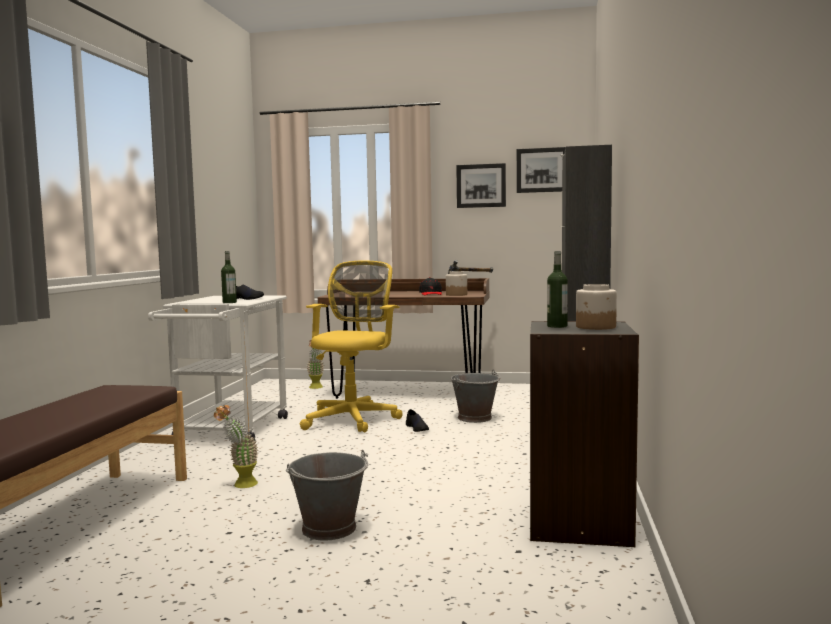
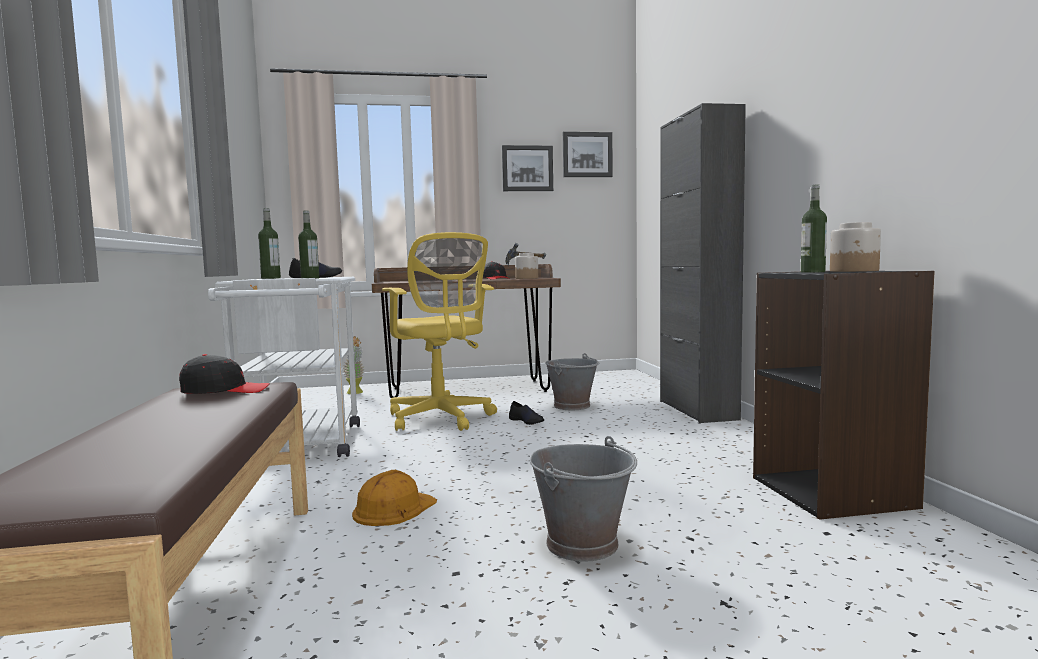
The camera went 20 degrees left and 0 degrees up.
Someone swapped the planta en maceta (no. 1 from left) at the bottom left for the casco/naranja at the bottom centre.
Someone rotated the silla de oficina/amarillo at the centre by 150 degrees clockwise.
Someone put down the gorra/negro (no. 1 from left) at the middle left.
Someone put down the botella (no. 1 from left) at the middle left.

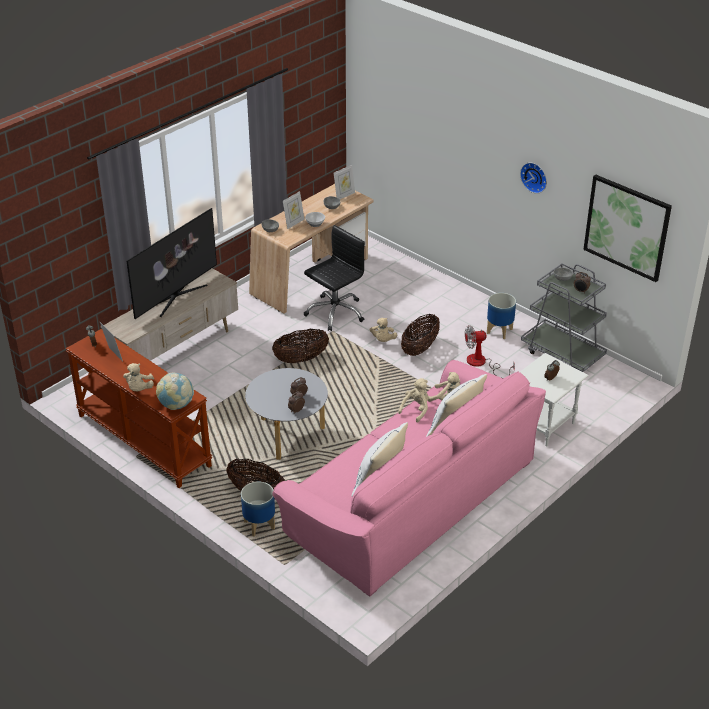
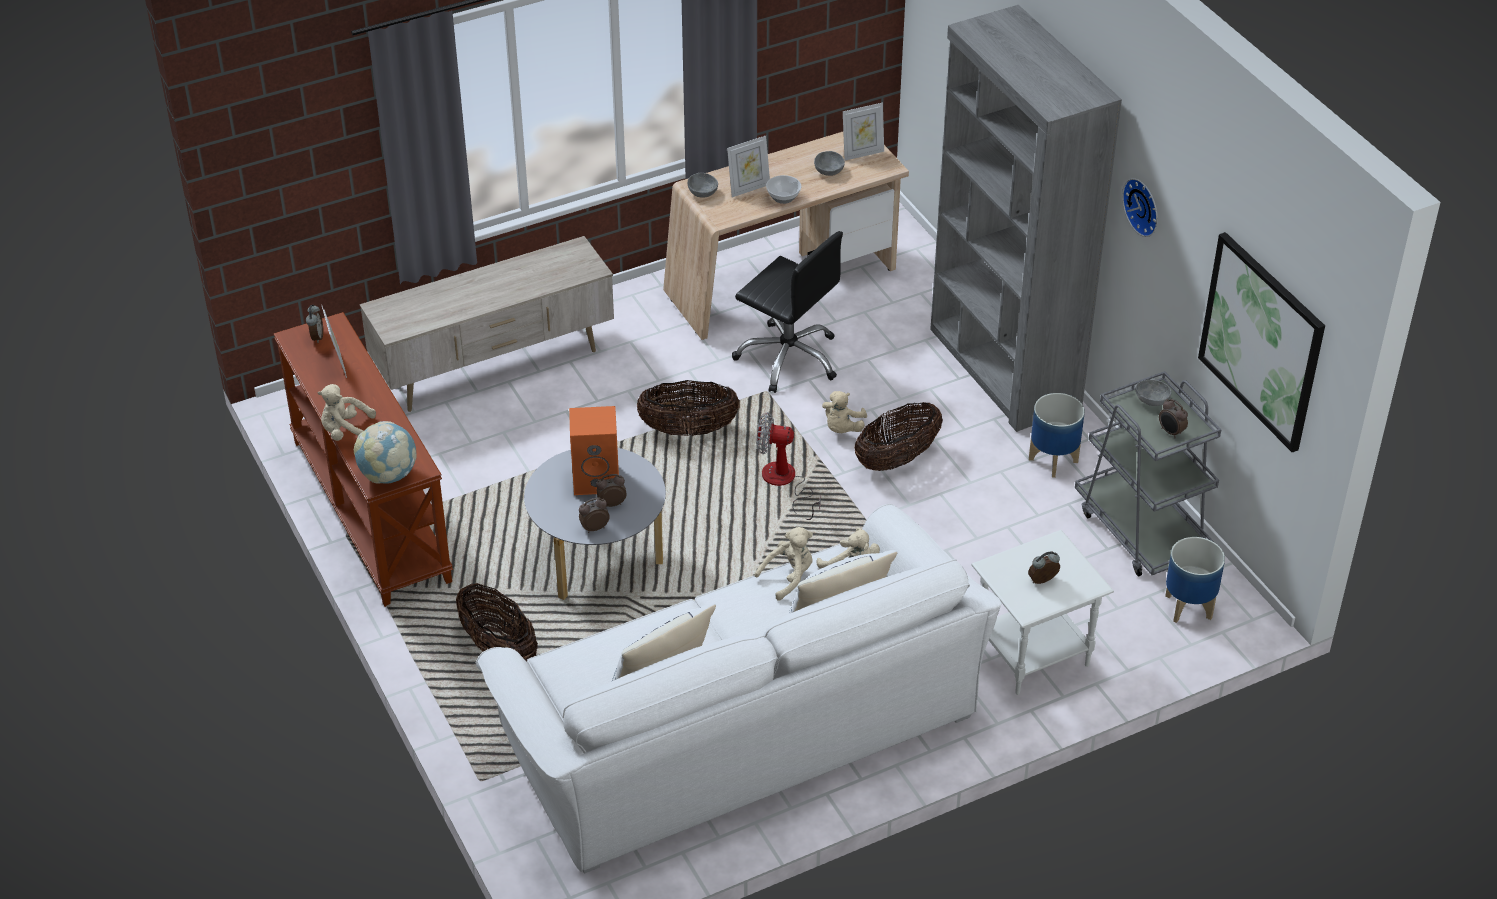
The camera went 20 degrees right and 5 degrees up.
Someone rotated the peluche/beis (no. 1 from left) at the middle left by 60 degrees clockwise.
Someone took away the televisor at the middle left.
Someone carried the maceta (no. 1 from left in the first image) from the bottom centre to the middle right.
Someone repainted the sofá/rosa at the bottom centre, which became the sofá/blanco at the bottom centre.
Someone rotated the silla de oficina/negro at the centre by 60 degrees clockwise.
Someone carried the ventilador from the middle right to the centre.
Someone put down the altavoz/naranja at the centre.
Someone put down the estantería/gris at the top right.

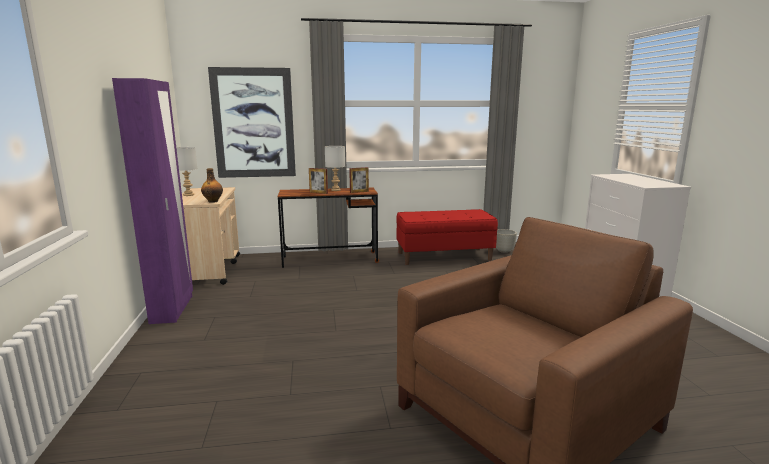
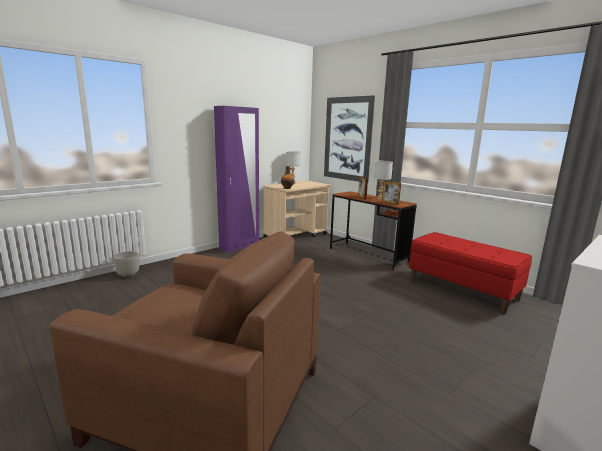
The camera went 55 degrees right and 0 degrees up.
Someone carried the maceta/gris from the centre to the middle left.

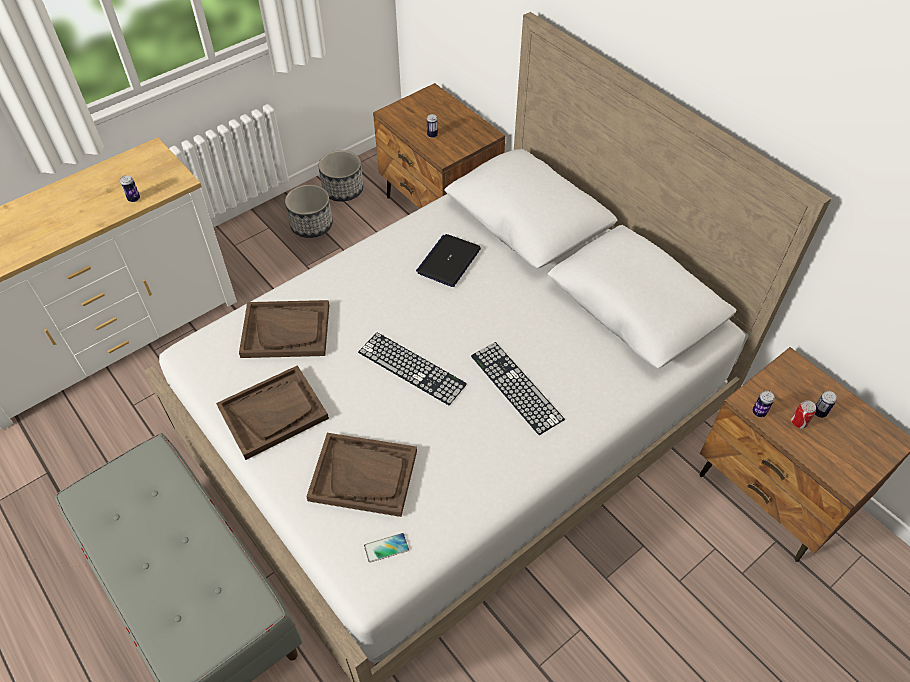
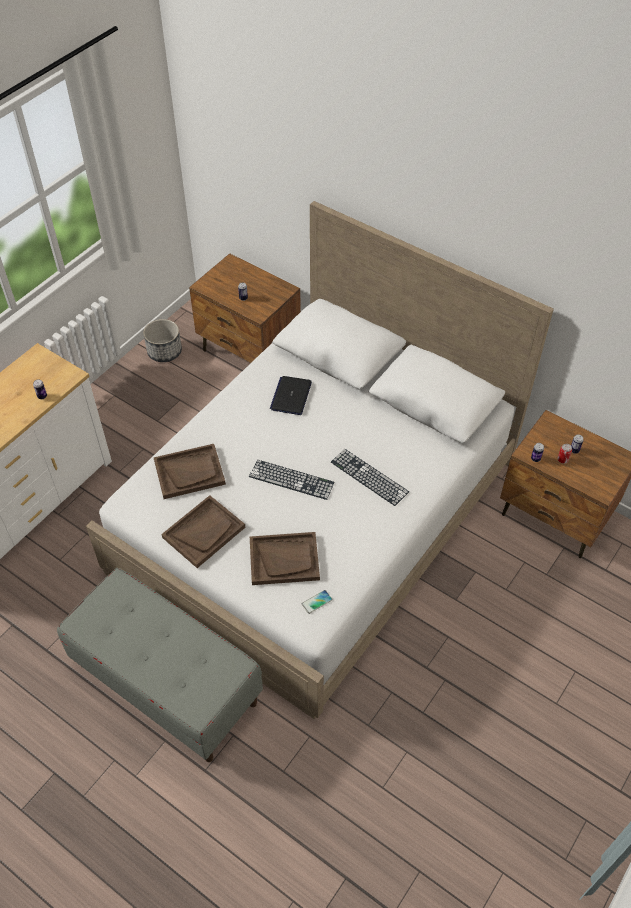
The camera went 15 degrees left and 0 degrees up.
Someone took away the maceta (no. 1 from left) at the top centre.

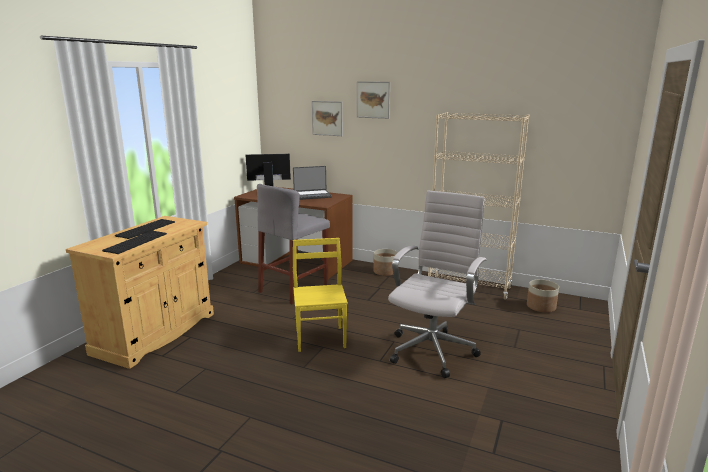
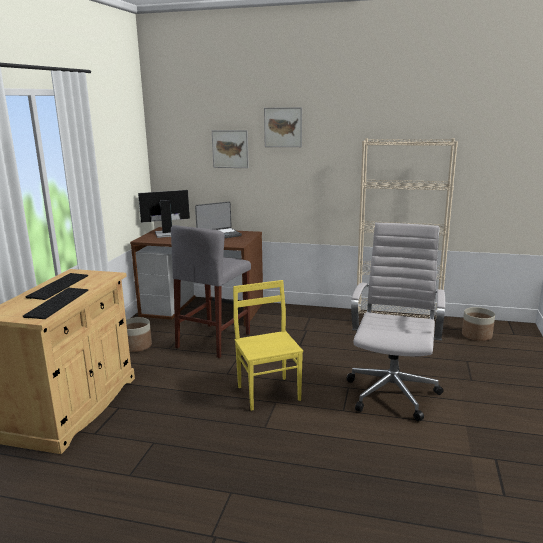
The camera went 10 degrees left and 0 degrees up.
Someone carried the maceta (no. 1 from left) from the centre to the middle left.

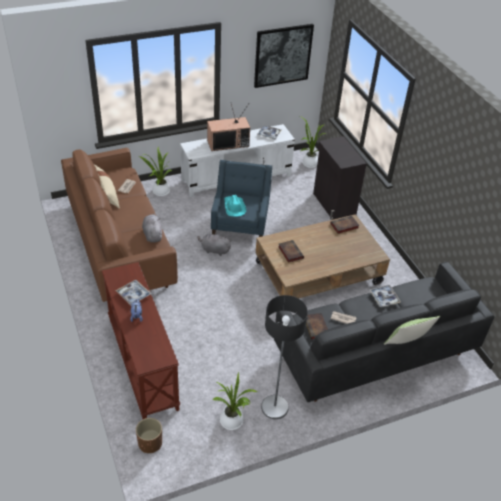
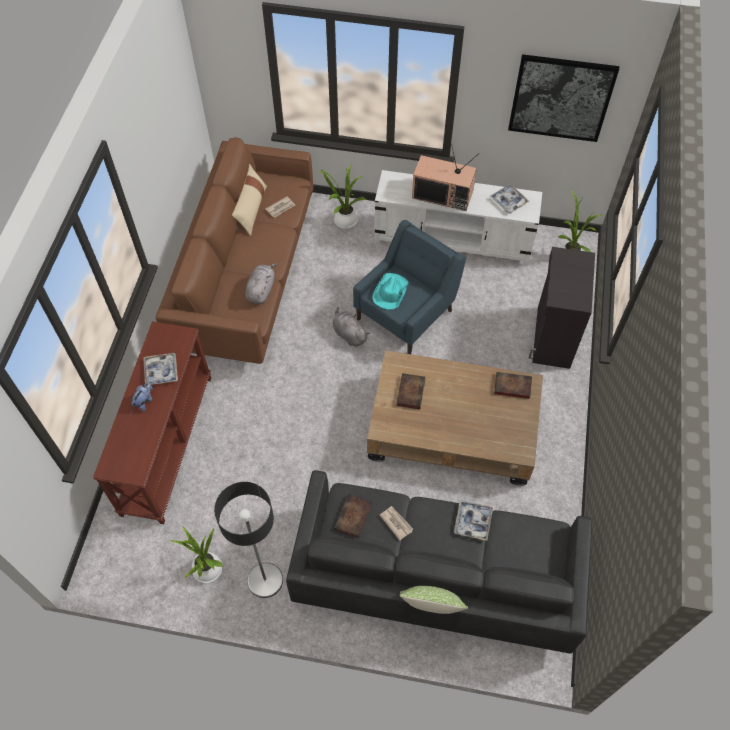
The camera went 35 degrees right and 15 degrees up.
Someone took away the maceta/marrón at the bottom left.

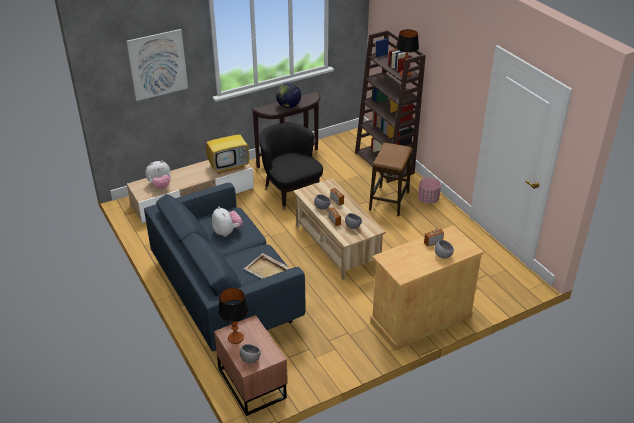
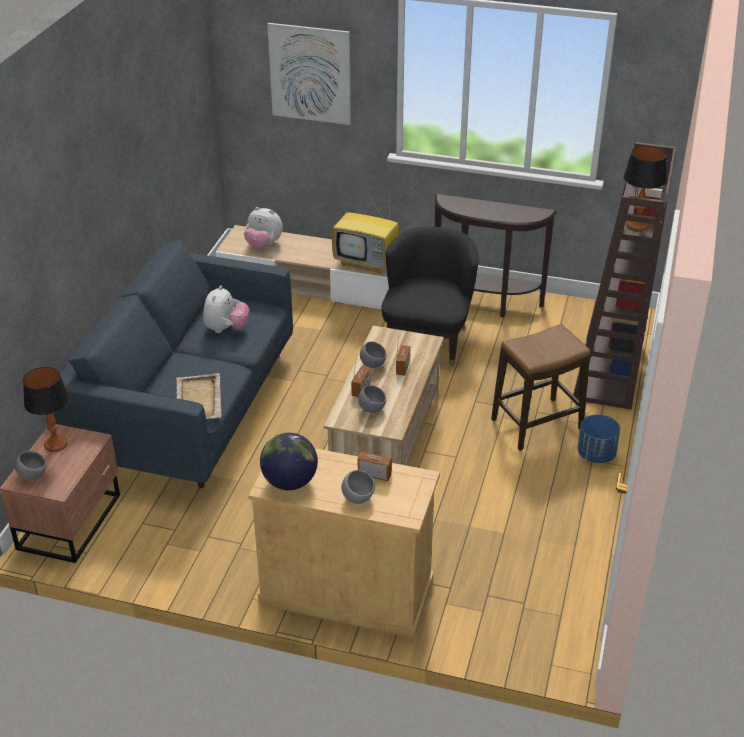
The camera went 45 degrees right and 0 degrees up.
Someone carried the globo terráqueo from the top centre to the centre.
Someone repainted the maceta/rosa at the middle right, which became the maceta/azul at the middle right.

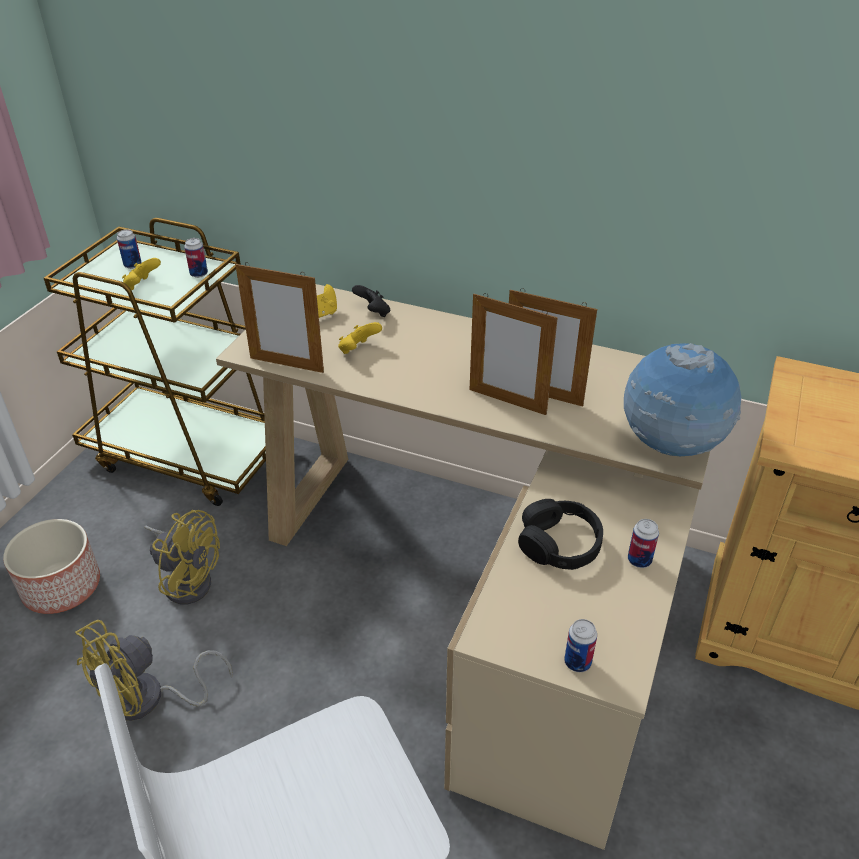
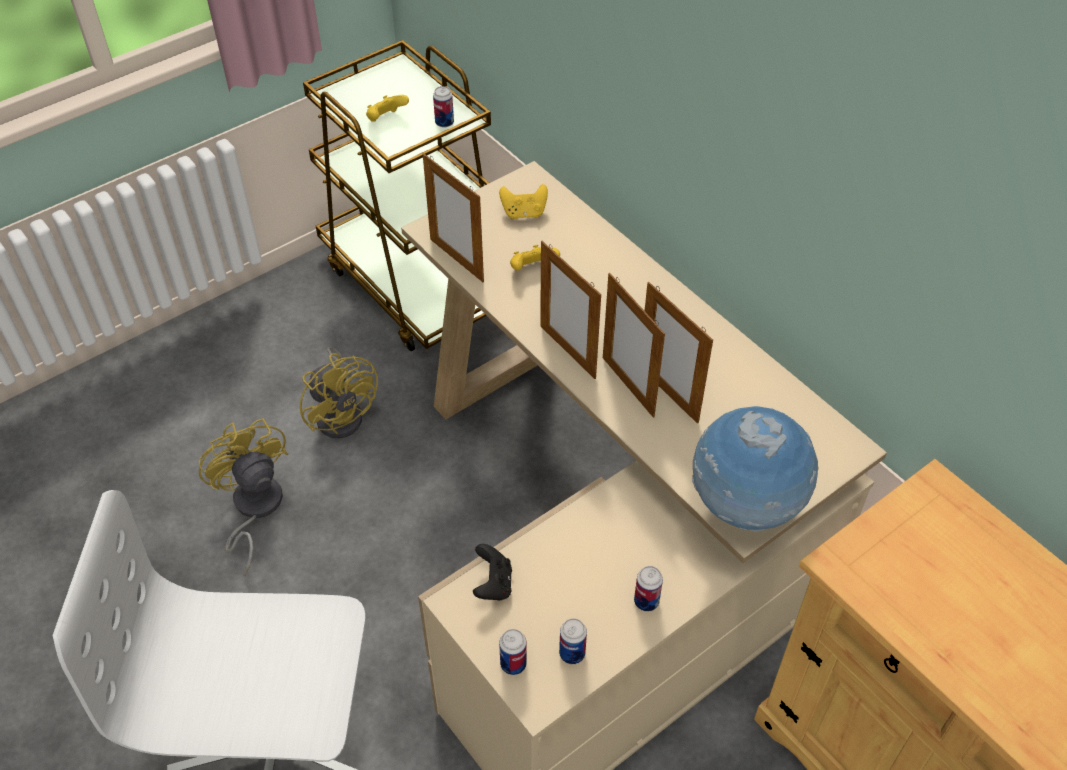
The camera went 30 degrees right and 10 degrees up.
Someone took away the maceta at the middle left.
Someone rotated the ventilador/amarillo (no. 1 from left) at the bottom left by 75 degrees clockwise.
Someone carried the lata (no. 1 from left in the first image) from the top left to the bottom centre.
Someone carried the mando de consola/negro from the centre to the bottom centre.
Someone took away the auriculares/negro at the centre.
Someone put down the portarretratos (no. 2 from left) at the centre.

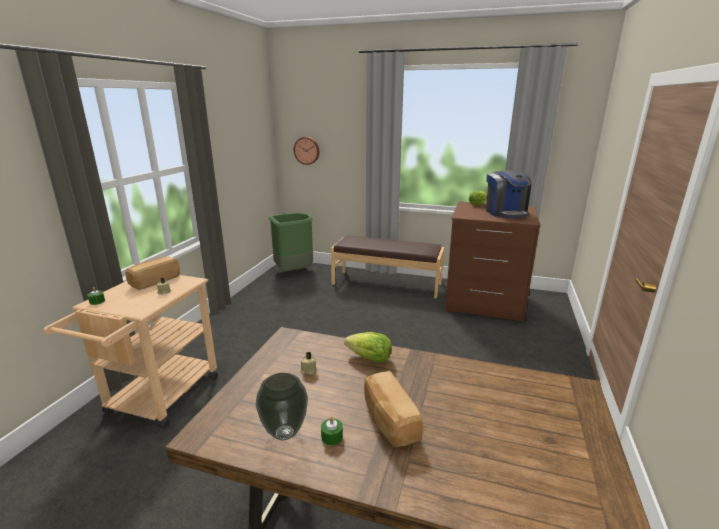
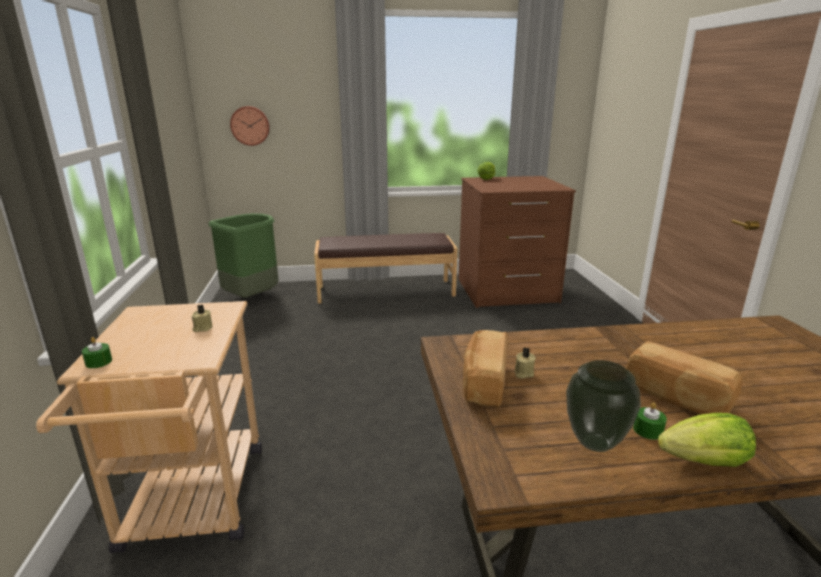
The camera went 25 degrees left and 0 degrees up.
Someone carried the pan (no. 1 from left) from the middle left to the centre.
Someone carried the lechuga (no. 1 from left in the first image) from the centre to the bottom right.
Someone took away the cafetera at the middle right.

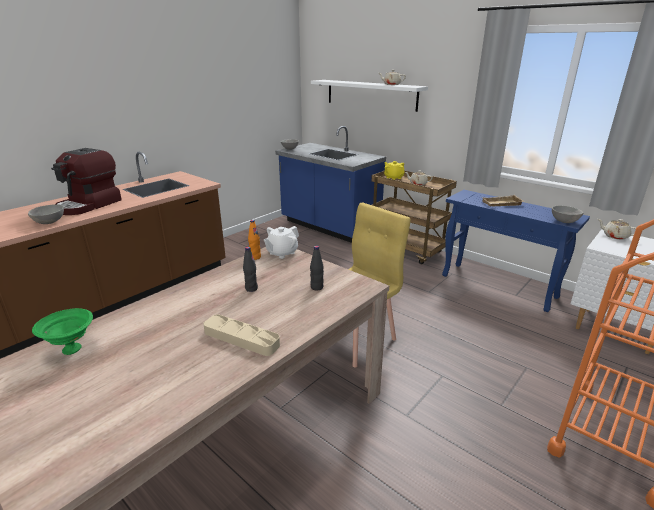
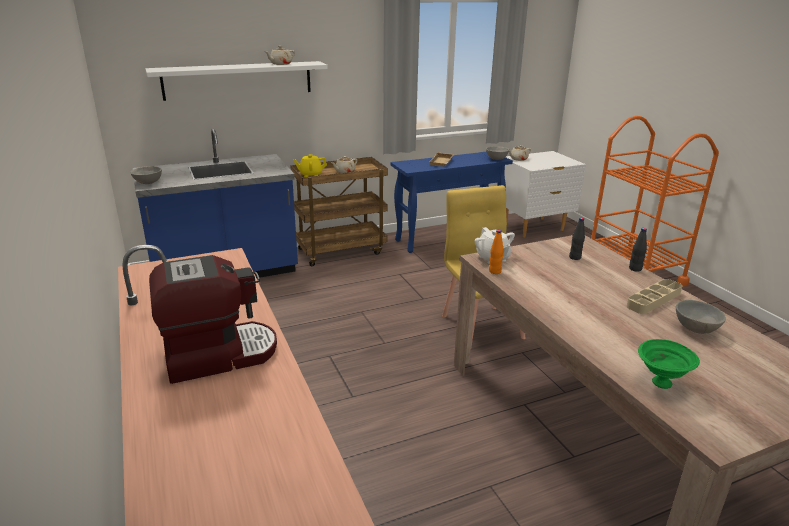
The camera went 65 degrees left and 0 degrees up.
Someone carried the cuenco/gris (no. 1 from left in the first image) from the middle left to the middle right.
Someone rotated the cafetera at the middle left by 75 degrees counterclockwise.
Someone carried the botella/negro (no. 1 from left in the first image) from the centre to the middle right.

